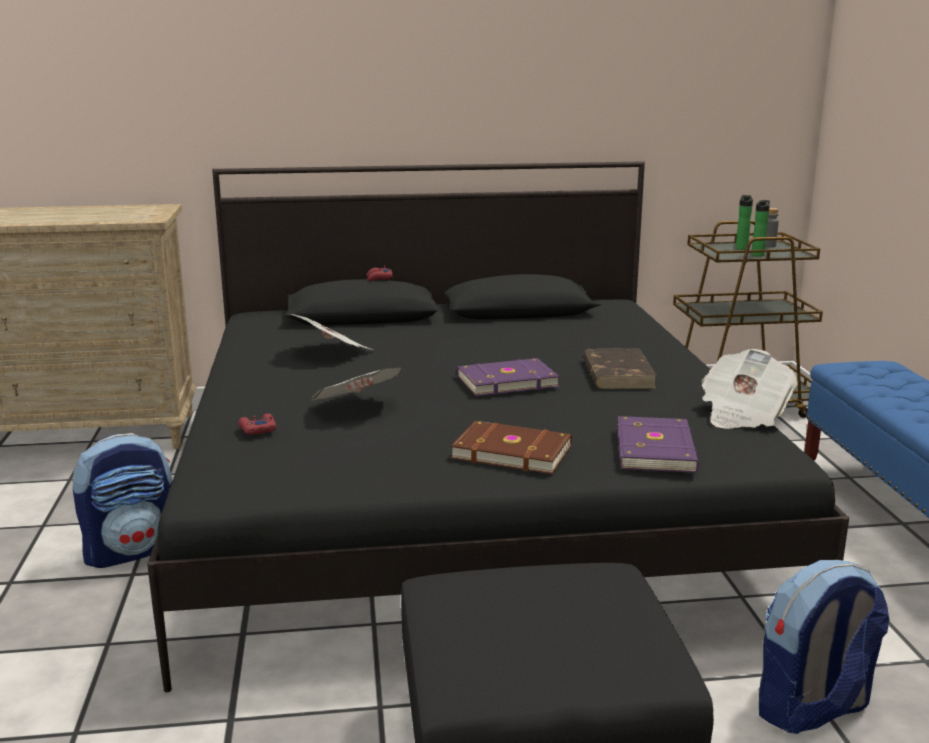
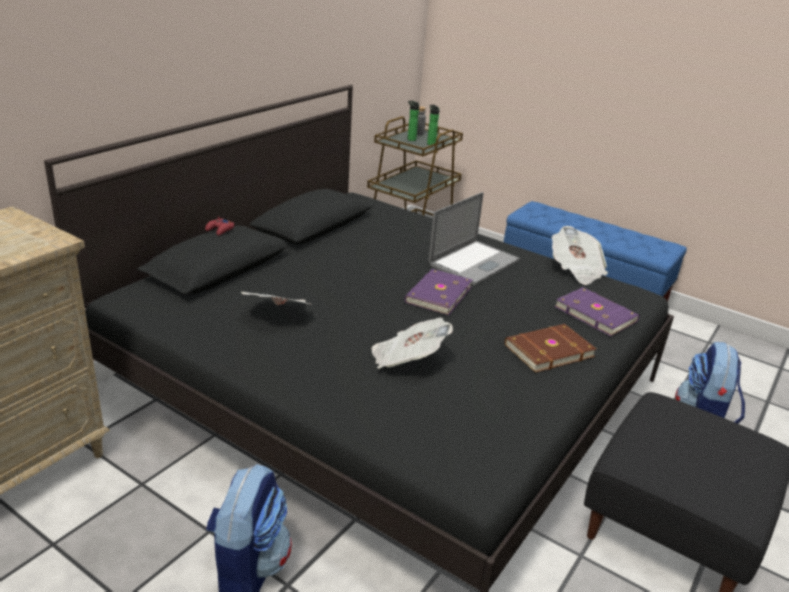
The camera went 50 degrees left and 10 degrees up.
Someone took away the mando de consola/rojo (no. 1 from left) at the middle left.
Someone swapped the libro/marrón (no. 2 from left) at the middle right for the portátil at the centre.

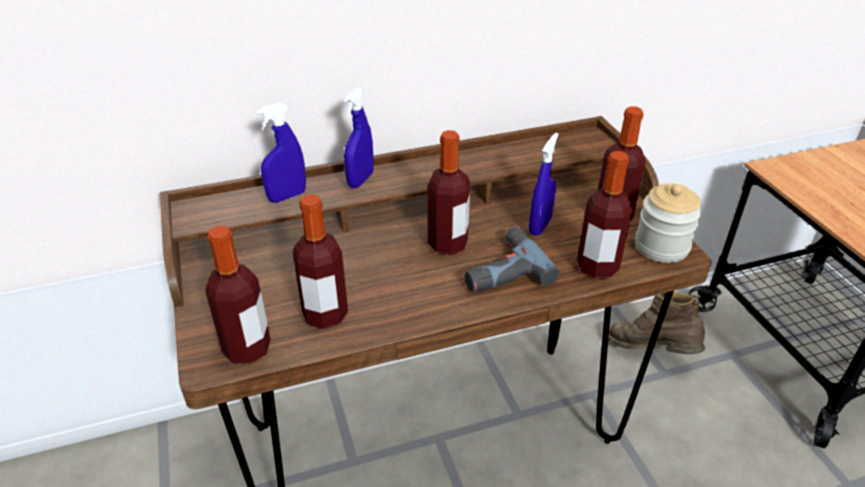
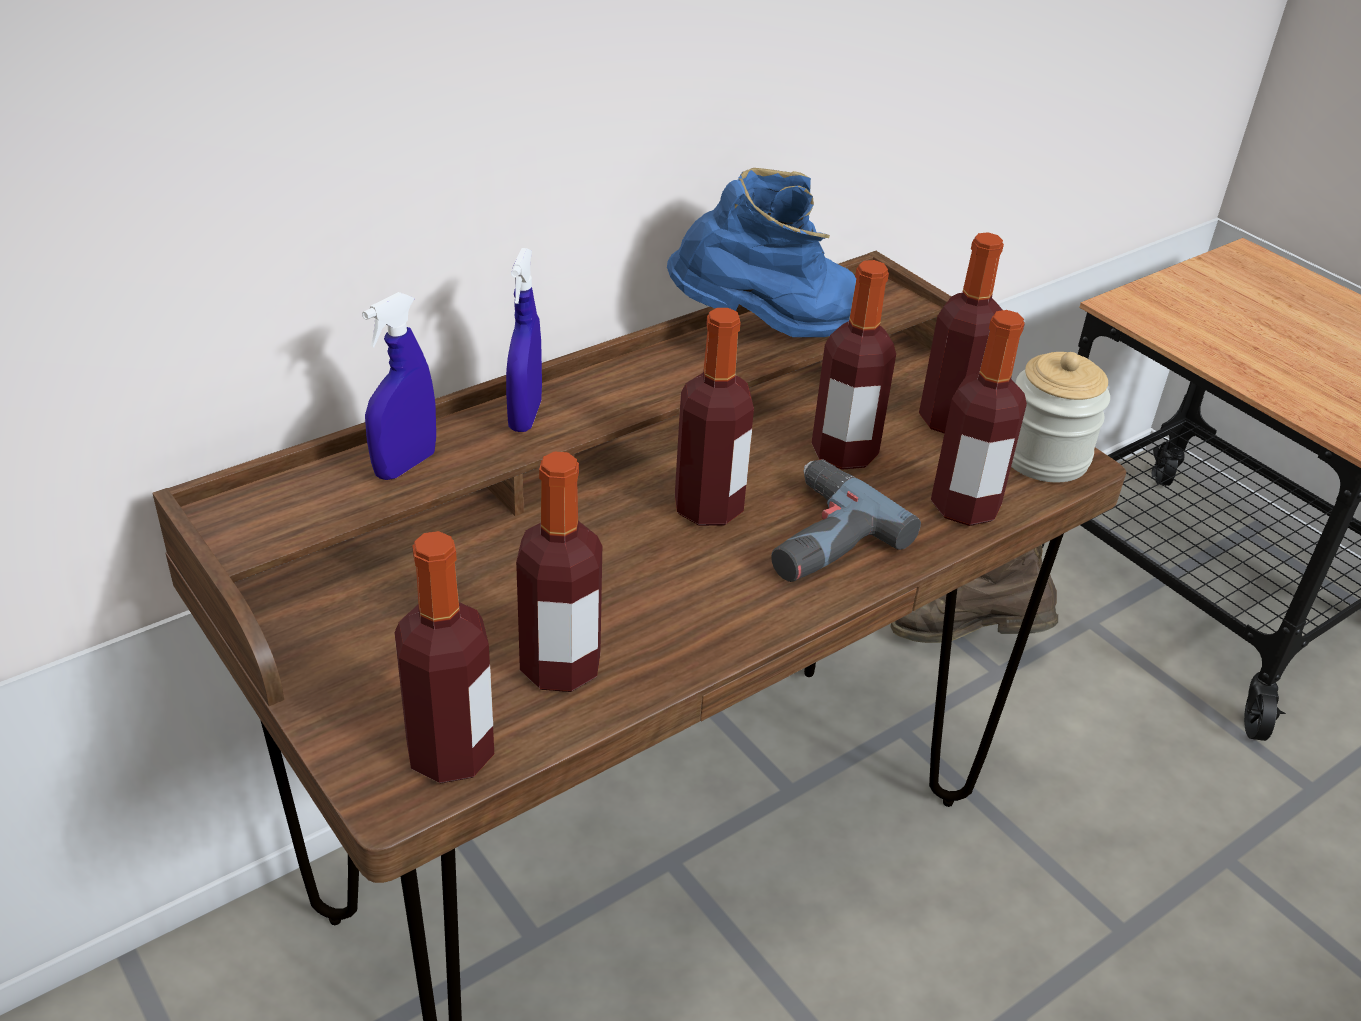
The camera went 20 degrees left and 0 degrees up.
Someone swapped the pulverizador/azul (no. 3 from left) at the centre for the botella (no. 4 from left) at the centre.
Someone put down the bota/azul at the top centre.

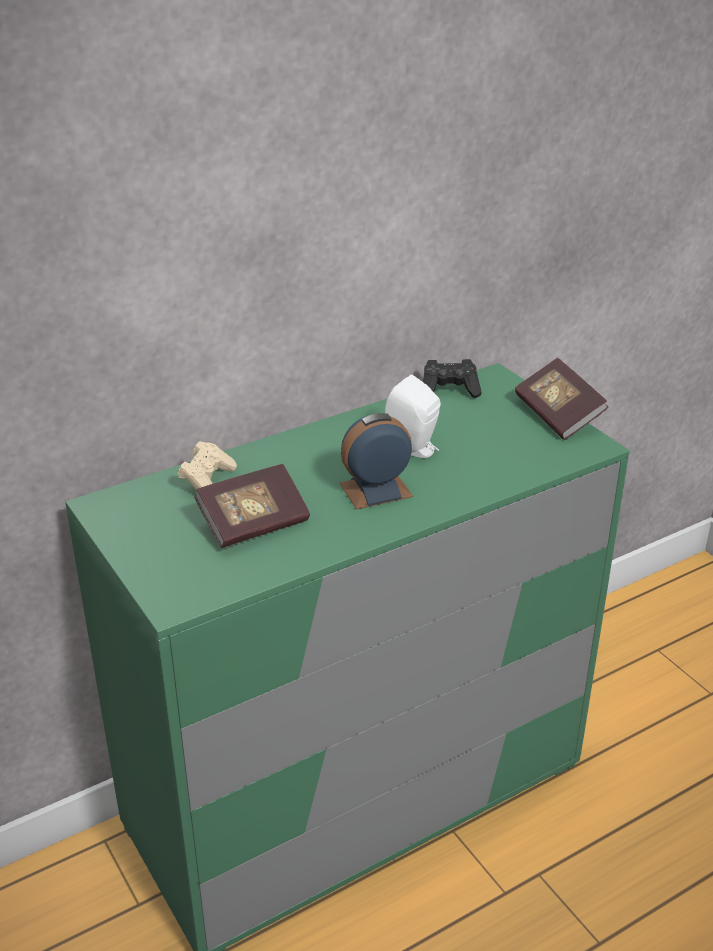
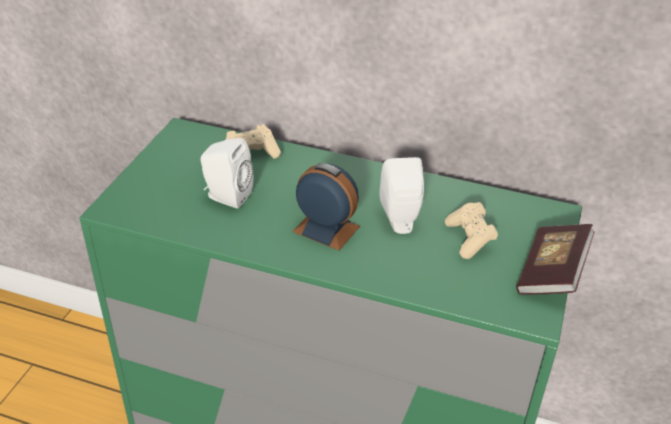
The camera went 50 degrees right and 5 degrees up.
Someone swapped the libro (no. 1 from left) at the centre for the altavoz/blanco (no. 1 from left) at the centre.
Someone took away the mando de consola/negro at the centre.
Someone put down the mando de consola/beis (no. 2 from left) at the middle right.

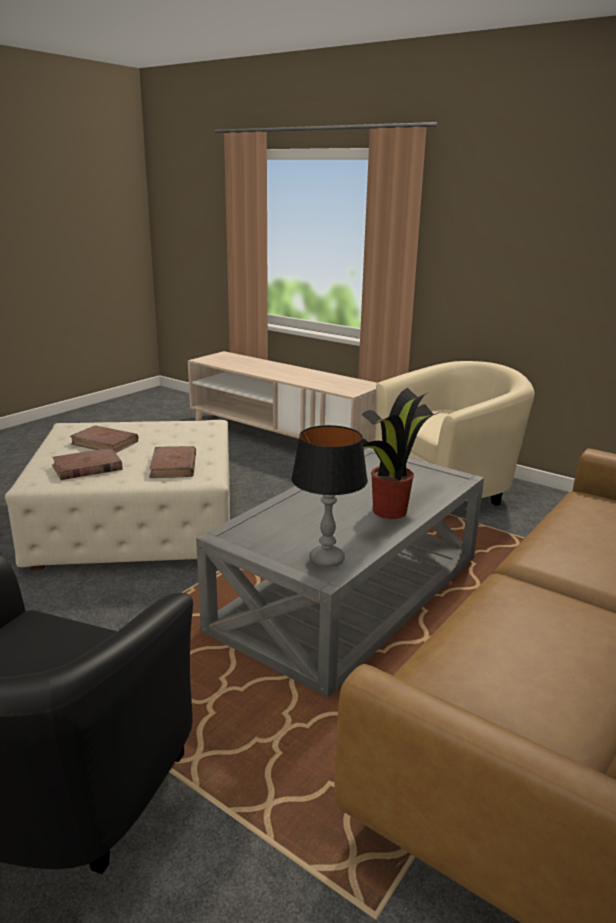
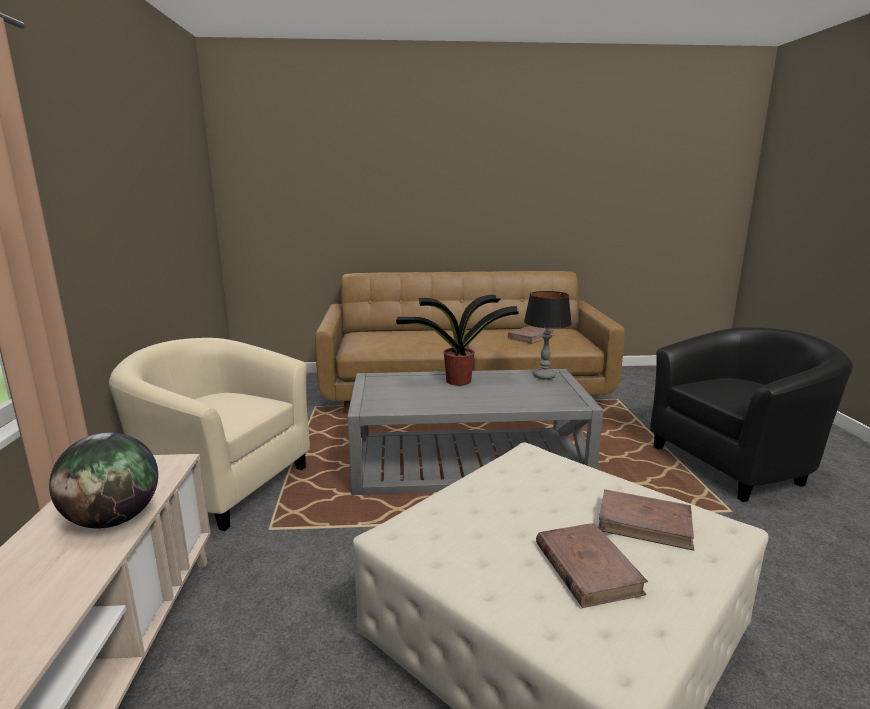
The camera went 130 degrees left and 5 degrees down.
Someone carried the libro/marrón (no. 3 from left in the first image) from the middle left to the centre.
Someone put down the globo terráqueo at the bottom left.

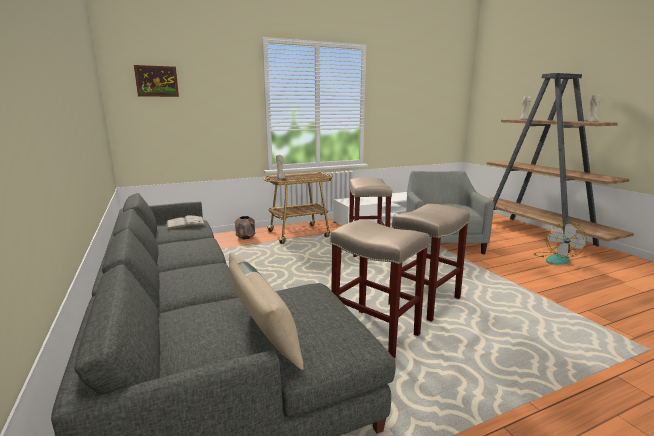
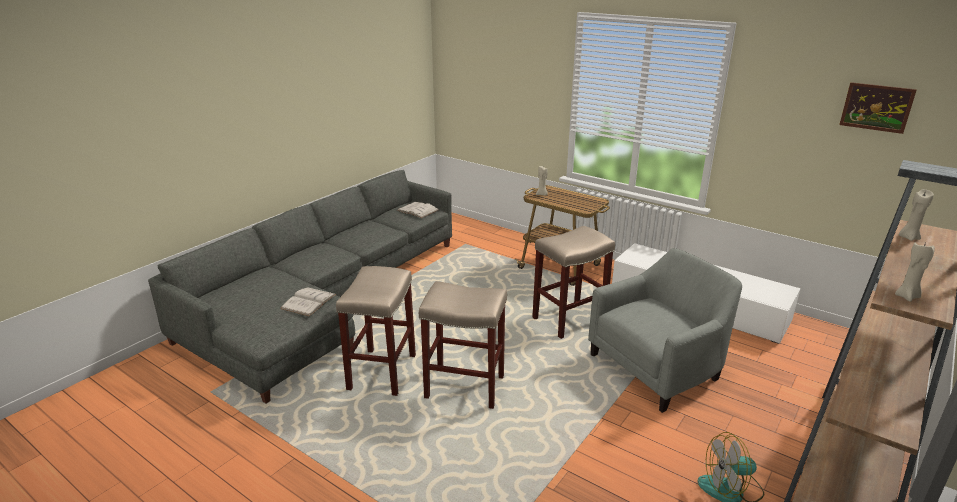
The camera went 60 degrees right and 10 degrees up.
Someone carried the cuadro from the top left to the top right.
Someone took away the cojín/beis at the bottom centre.
Someone took away the maceta/marrón at the centre.
Someone put down the libro/blanco (no. 1 from left) at the middle left.

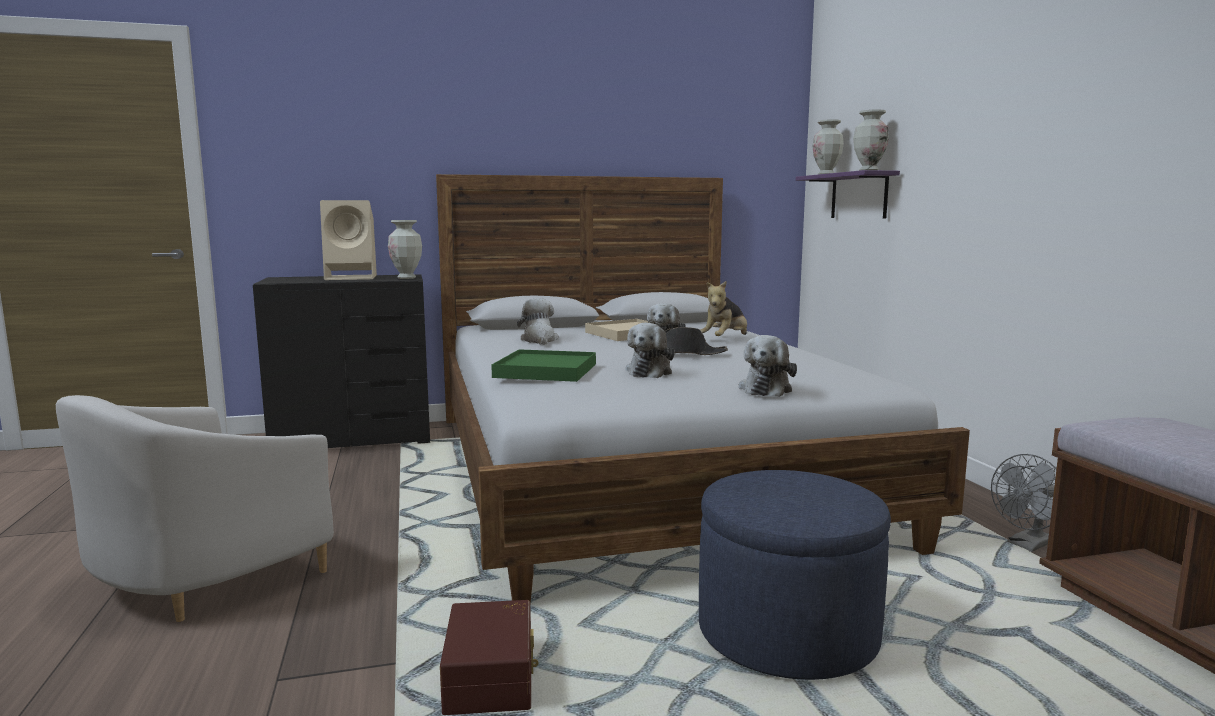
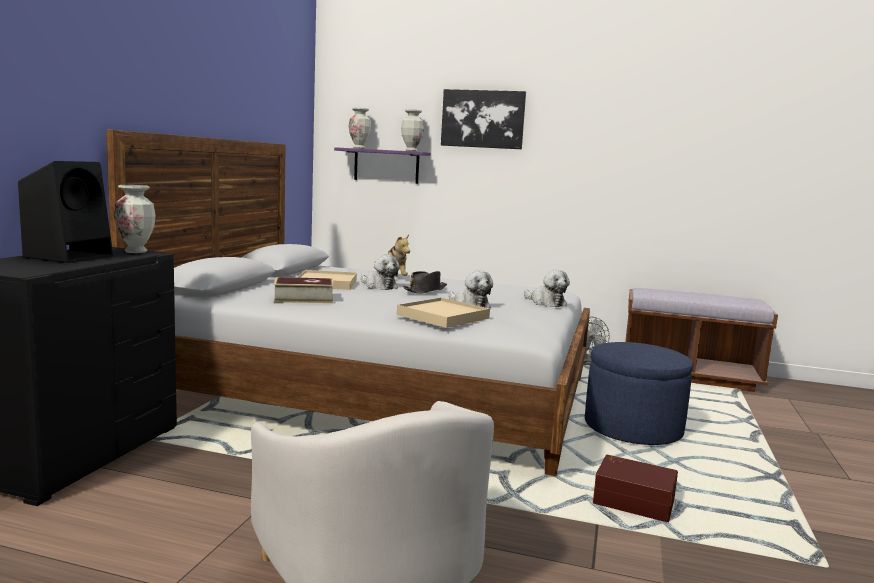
The camera went 60 degrees left and 0 degrees up.
Someone repainted the altavoz/beis at the middle left, which became the altavoz/negro at the middle left.
Someone repainted the bandeja/verde at the centre, which became the bandeja/beis (no. 2 from left) at the centre.
Someone swapped the peluche (no. 1 from left) at the centre for the libro at the centre.
Someone put up the cuadro at the top centre.

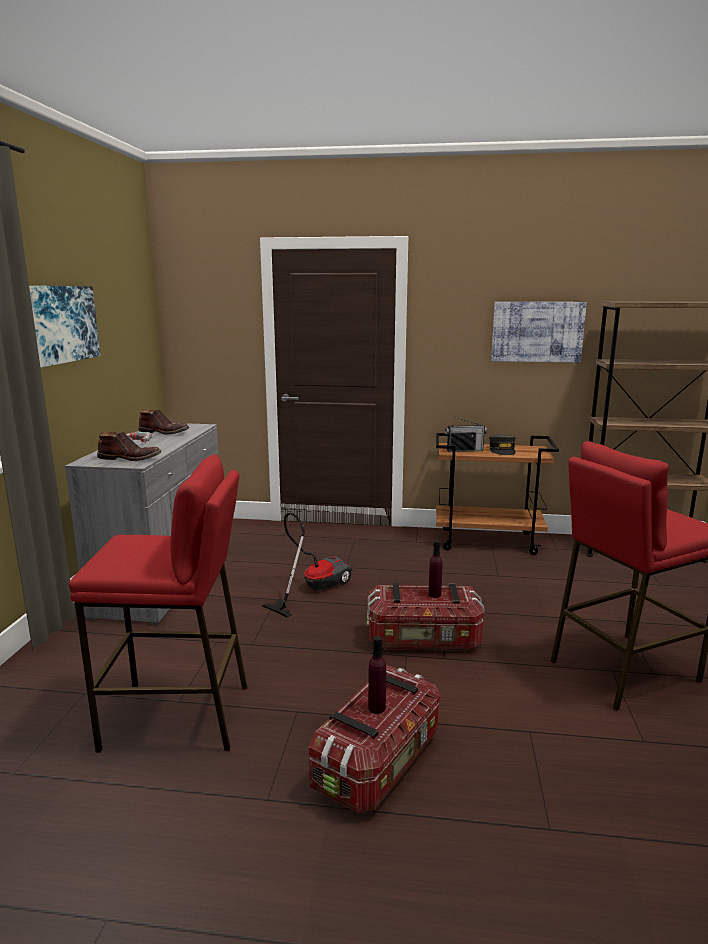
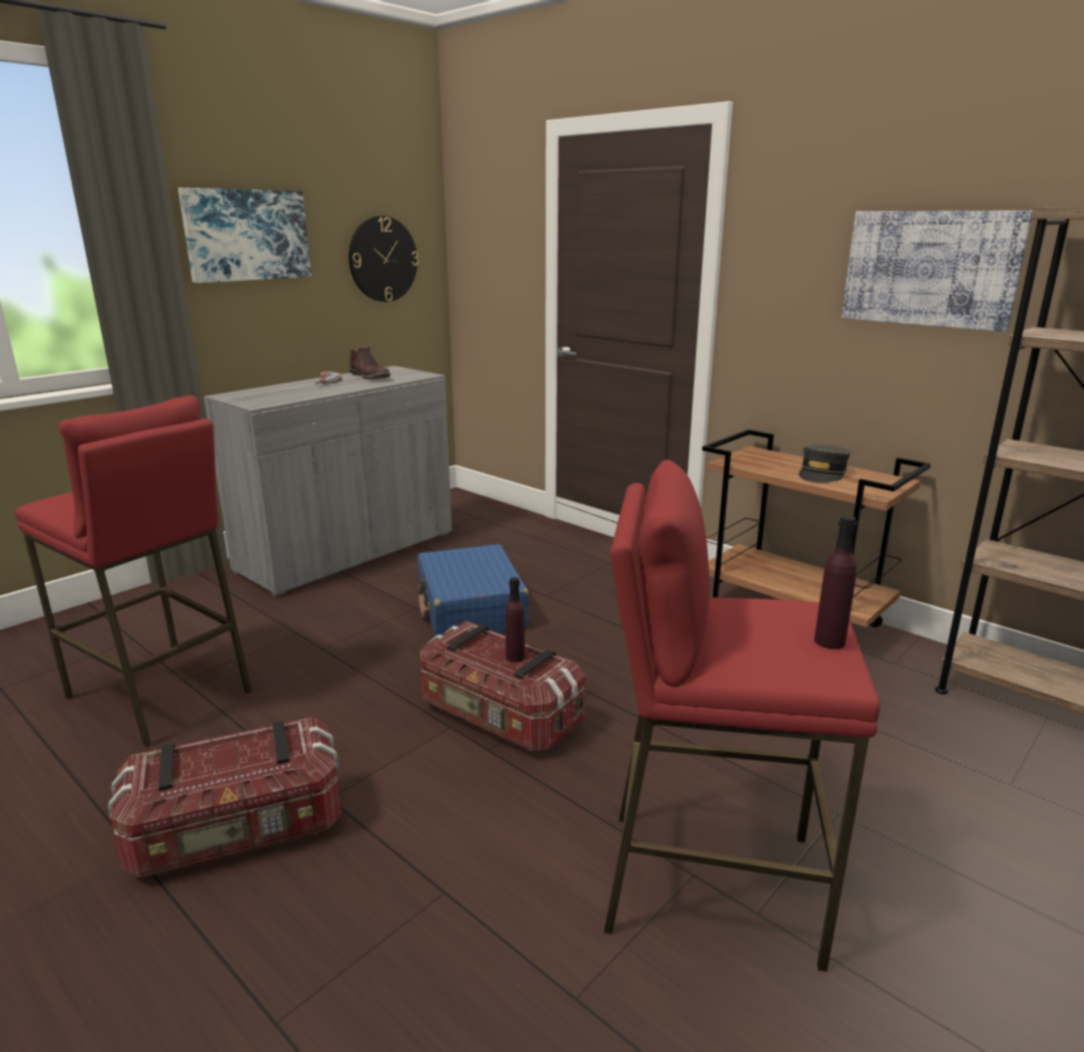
The camera went 35 degrees right and 5 degrees up.
Someone took away the bota/marrón (no. 1 from left) at the middle left.
Someone swapped the aspiradora at the centre for the maleta/azul at the centre.
Someone carried the botella/morado (no. 1 from left in the first image) from the bottom centre to the middle right.
Someone took away the radio at the centre.
Someone put up the reloj de pared at the top centre.

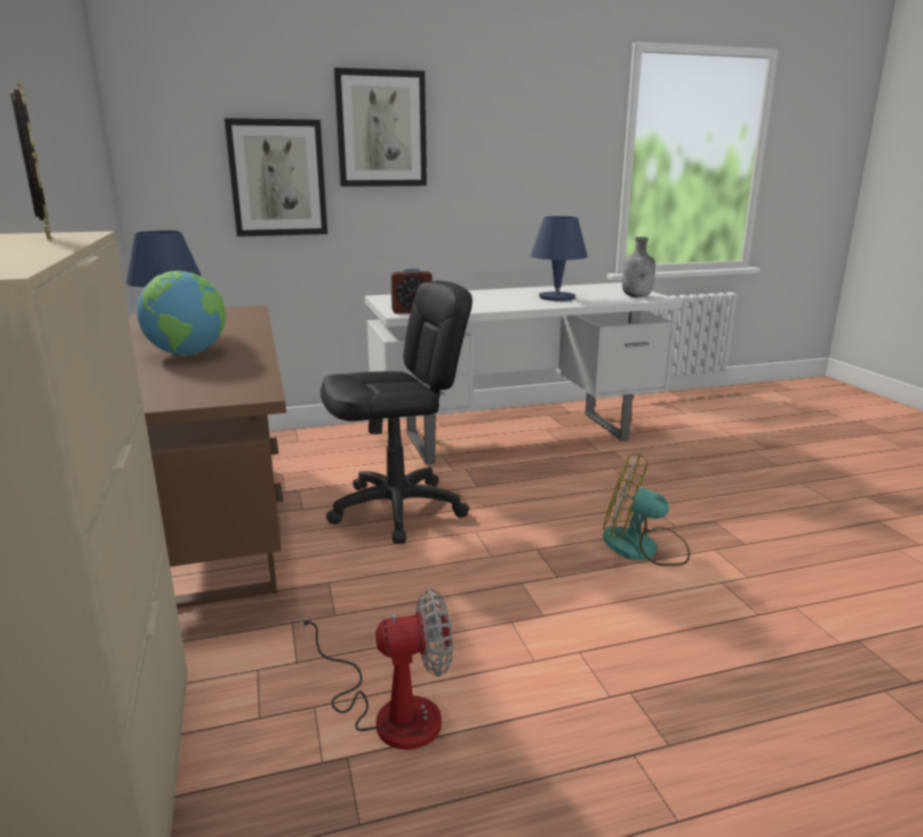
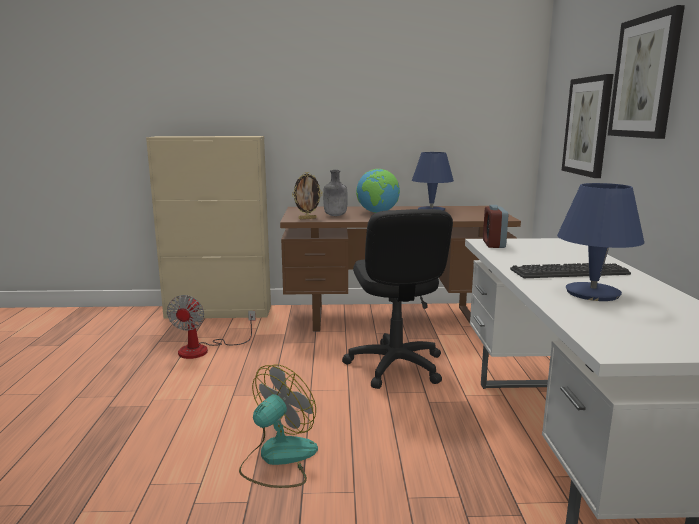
The camera went 105 degrees right and 5 degrees down.
Someone carried the portarretratos from the top left to the centre.
Someone carried the botella/gris from the top right to the centre.
Someone put down the teclado at the middle right.

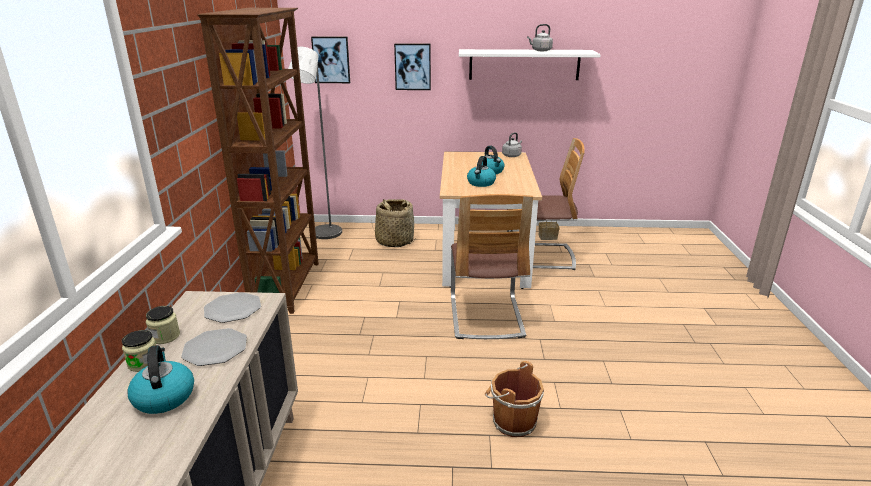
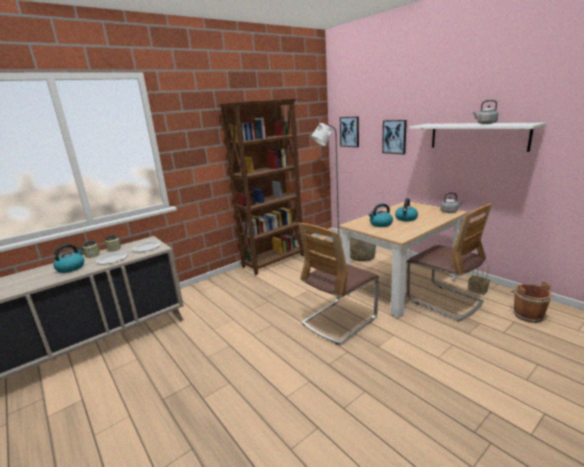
The camera went 50 degrees right and 5 degrees down.
Someone carried the cubo/marrón from the bottom centre to the middle right.

